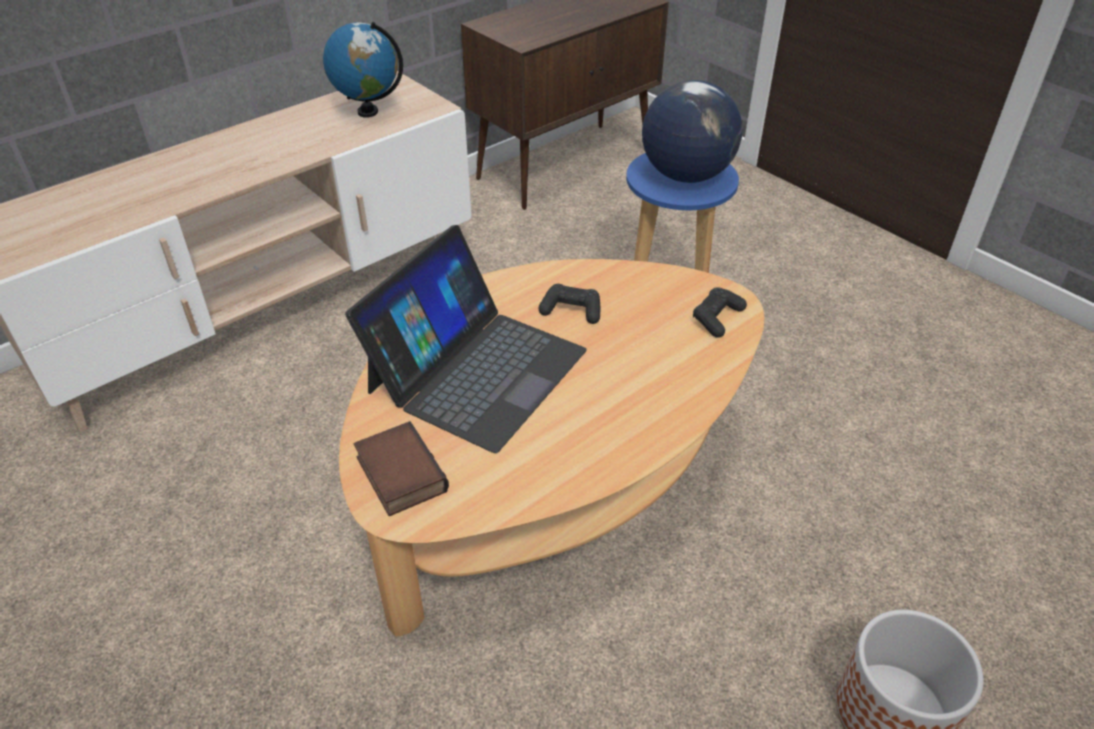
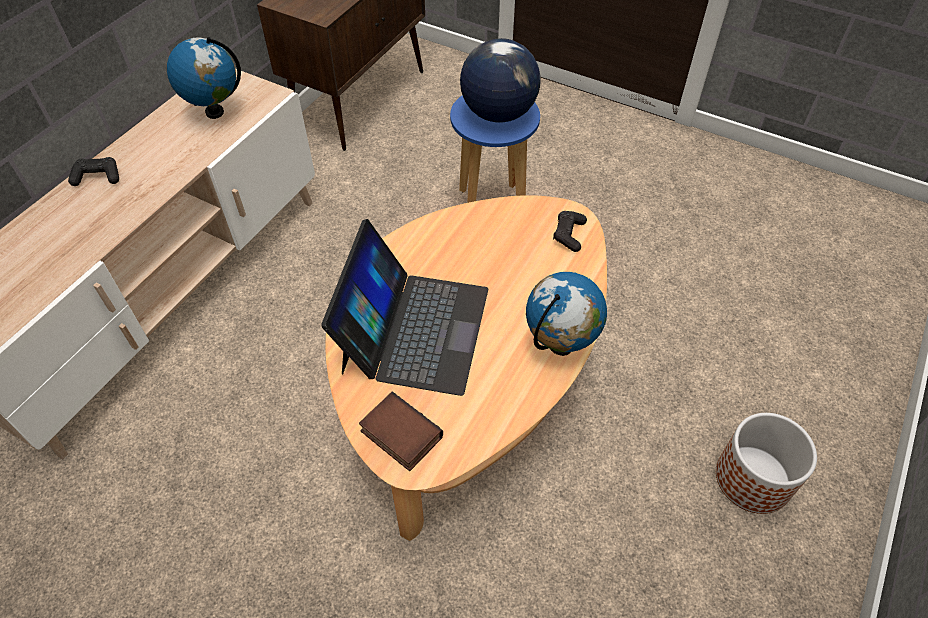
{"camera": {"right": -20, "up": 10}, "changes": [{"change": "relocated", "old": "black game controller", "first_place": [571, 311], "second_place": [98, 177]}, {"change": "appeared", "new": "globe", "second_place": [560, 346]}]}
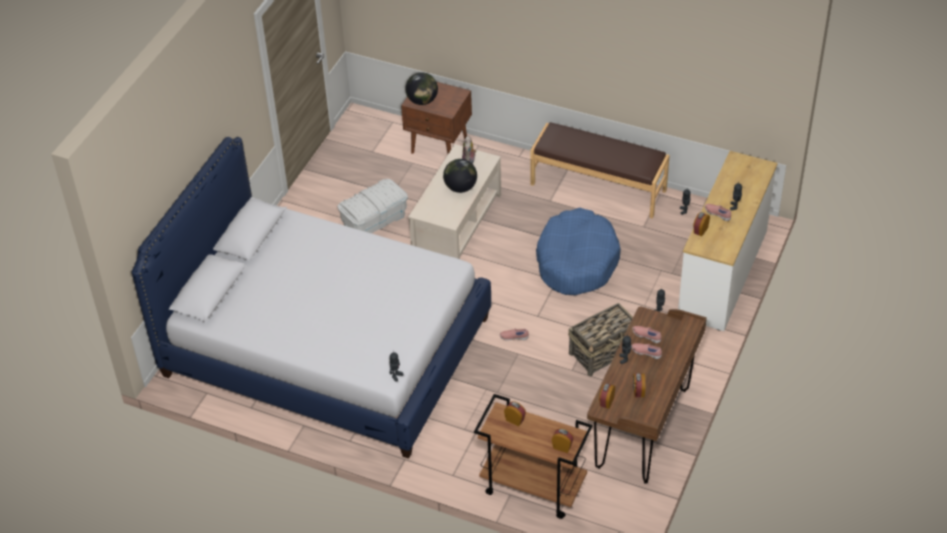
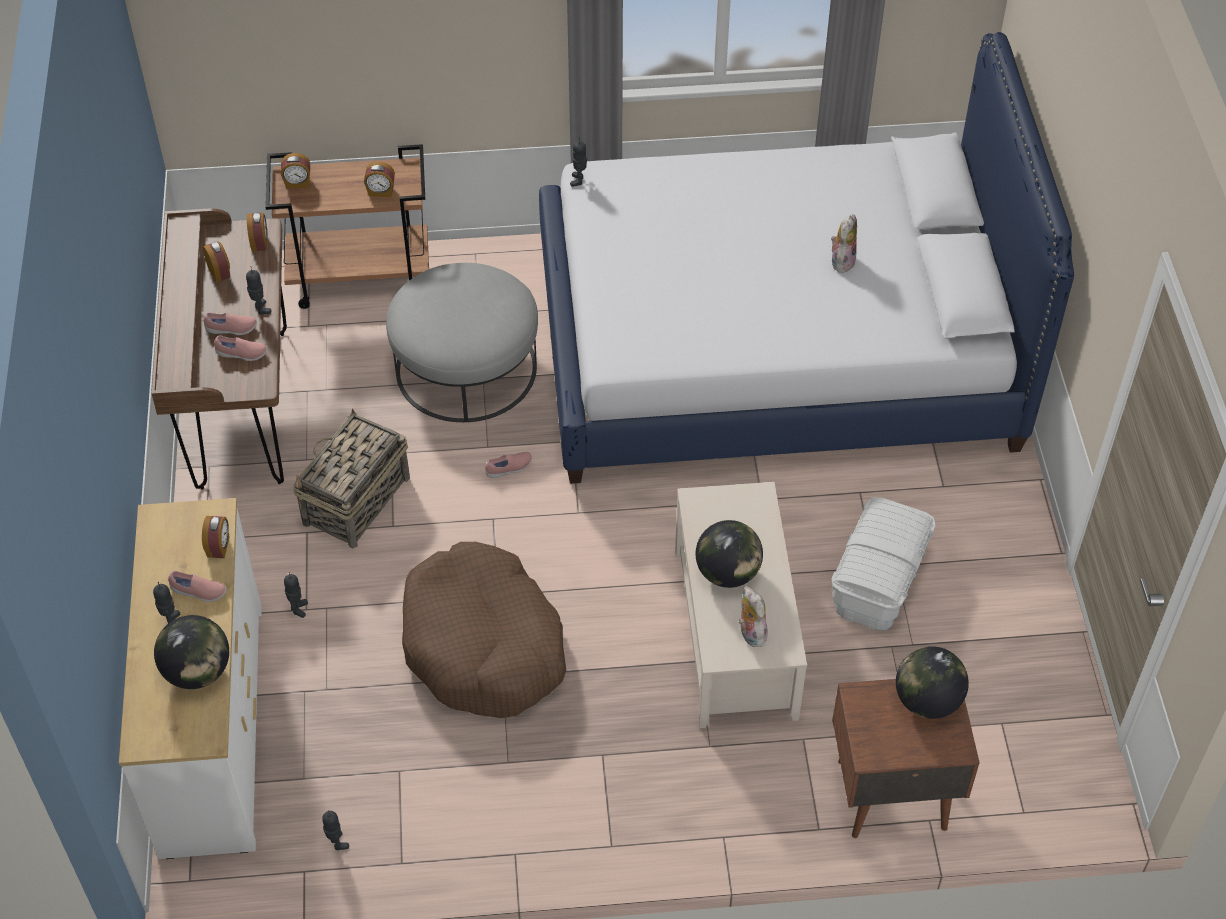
{"camera": {"right": 150, "up": 5}, "changes": [{"change": "missing", "old": "brown bench", "first_place": [598, 187]}, {"change": "colour", "old": "blue dog bed", "new": "brown dog bed", "first_place": [576, 261], "second_place": [484, 645]}, {"change": "appeared", "new": "plush toy", "second_place": [842, 260]}, {"change": "appeared", "new": "grey ottoman", "second_place": [466, 368]}, {"change": "appeared", "new": "globe", "second_place": [197, 672]}]}
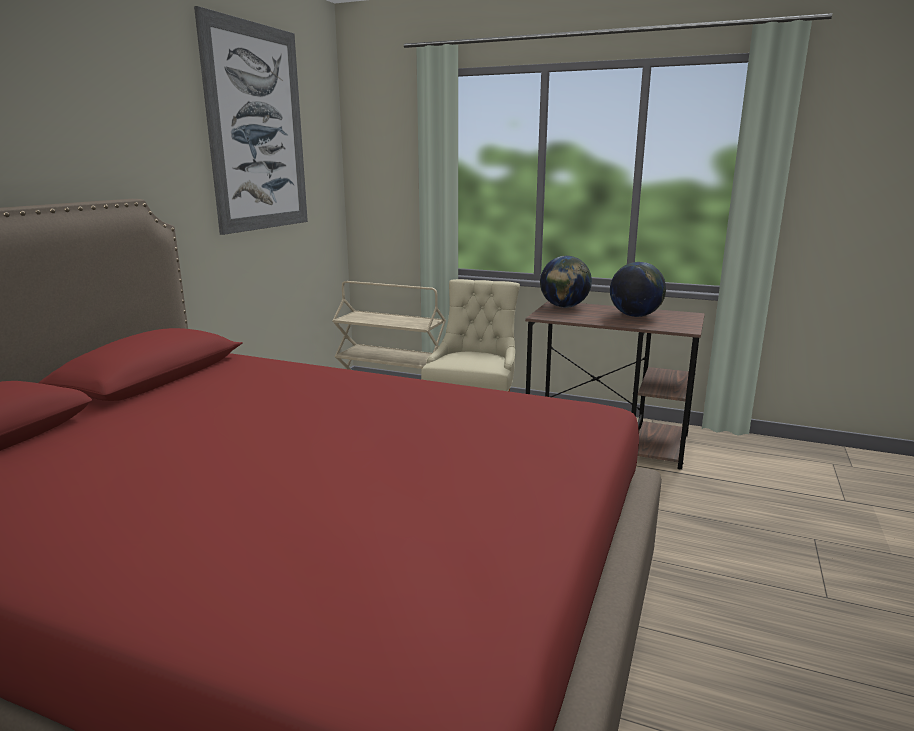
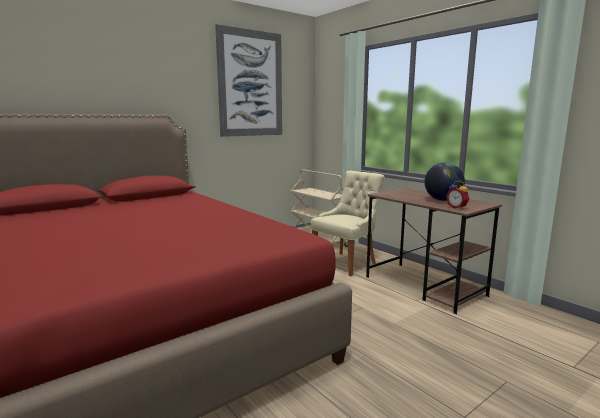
{"camera": {"right": 30, "up": -5}, "changes": [{"change": "missing", "old": "globe", "first_place": [564, 307]}, {"change": "appeared", "new": "alarm clock", "second_place": [457, 207]}]}
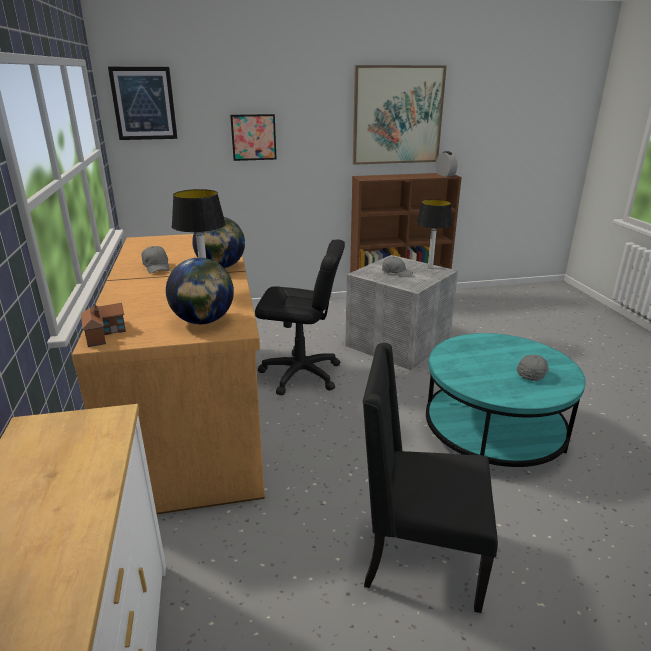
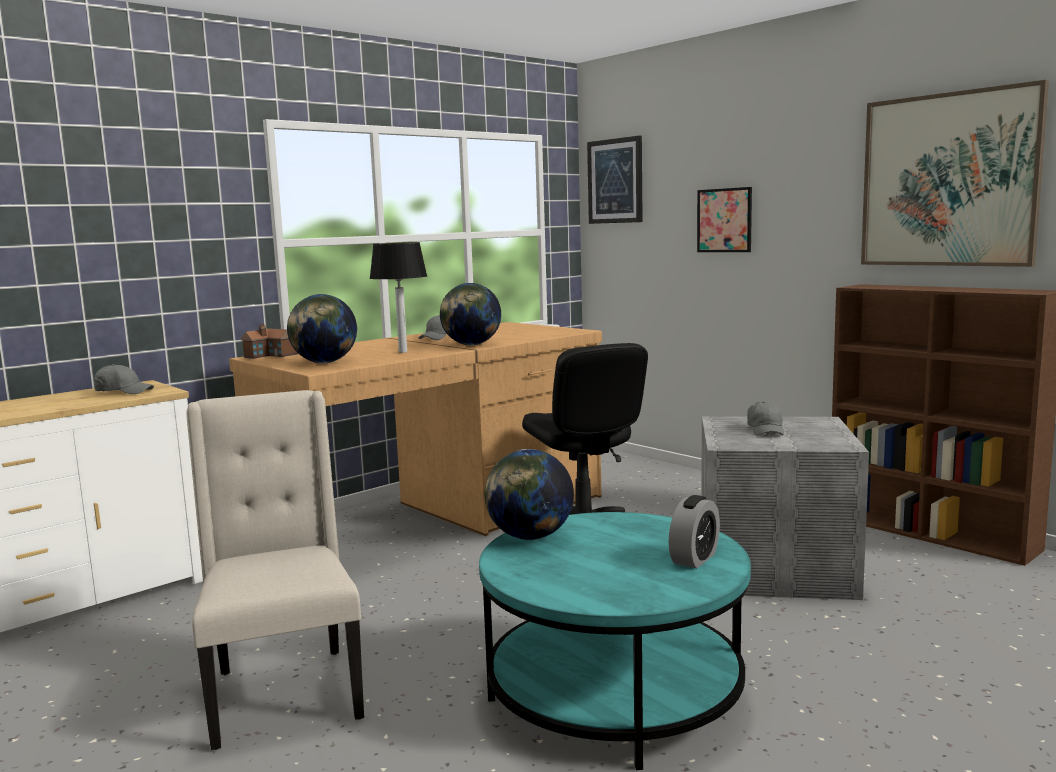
{"camera": {"right": 60, "up": -15}, "changes": [{"change": "relocated", "old": "alarm clock", "first_place": [445, 175], "second_place": [694, 558]}, {"change": "missing", "old": "table lamp", "first_place": [430, 268]}, {"change": "colour", "old": "black chair", "new": "beige chair", "first_place": [419, 558], "second_place": [284, 693]}, {"change": "relocated", "old": "grey cap", "first_place": [532, 373], "second_place": [124, 392]}, {"change": "appeared", "new": "globe", "second_place": [530, 537]}]}
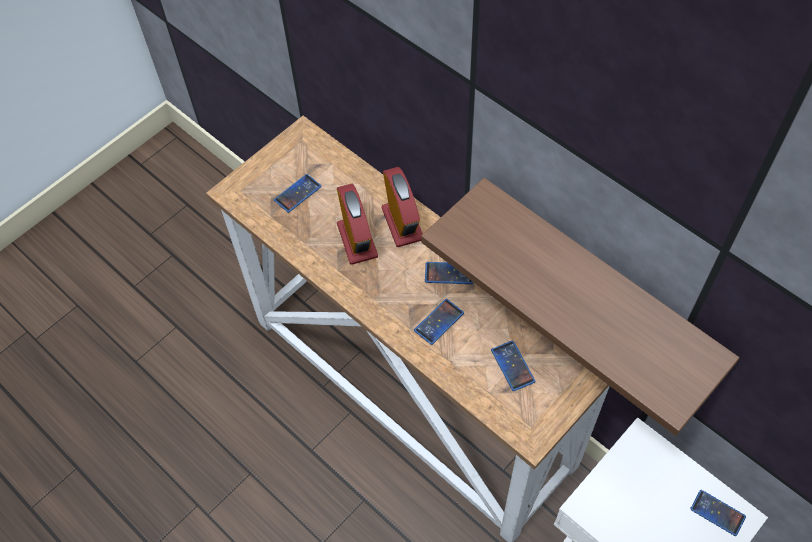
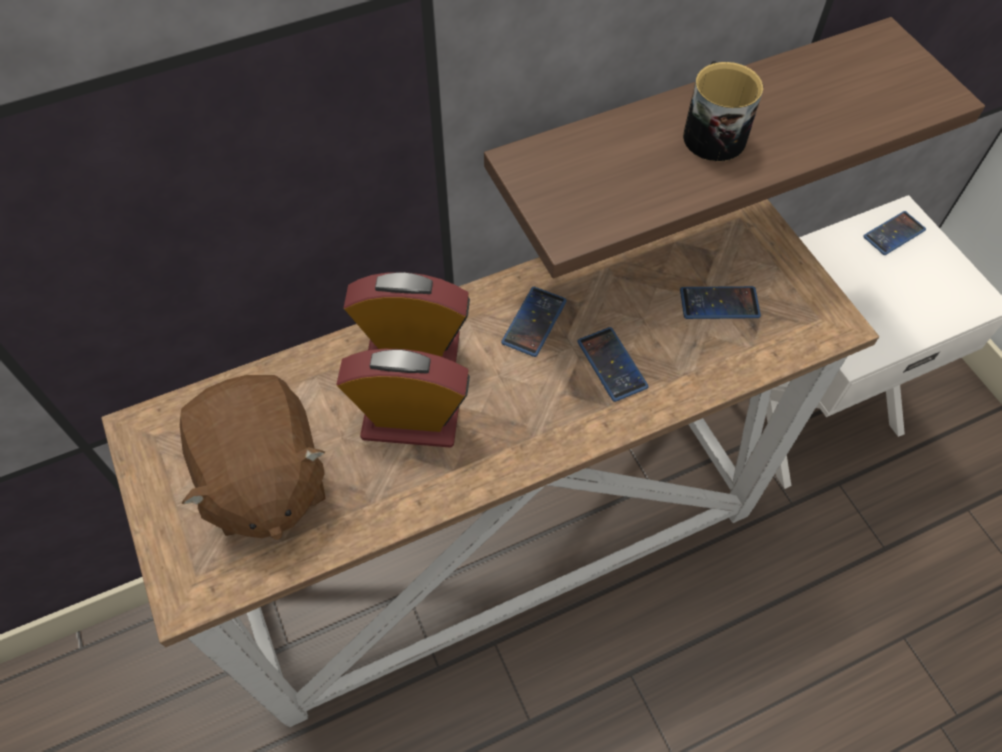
{"camera": {"right": -70, "up": 0}, "changes": [{"change": "exchanged", "old": "phone", "new": "brown plush toy", "first_place": [298, 193], "second_place": [263, 480]}, {"change": "appeared", "new": "mug", "second_place": [712, 132]}]}
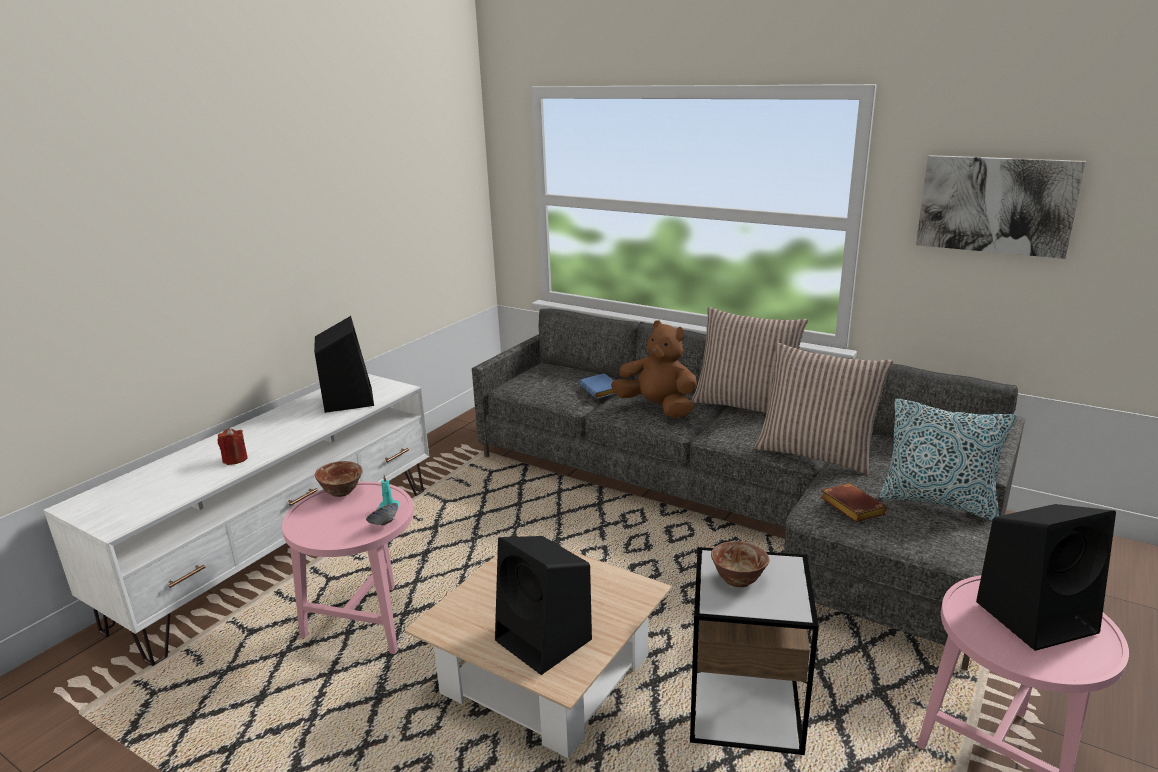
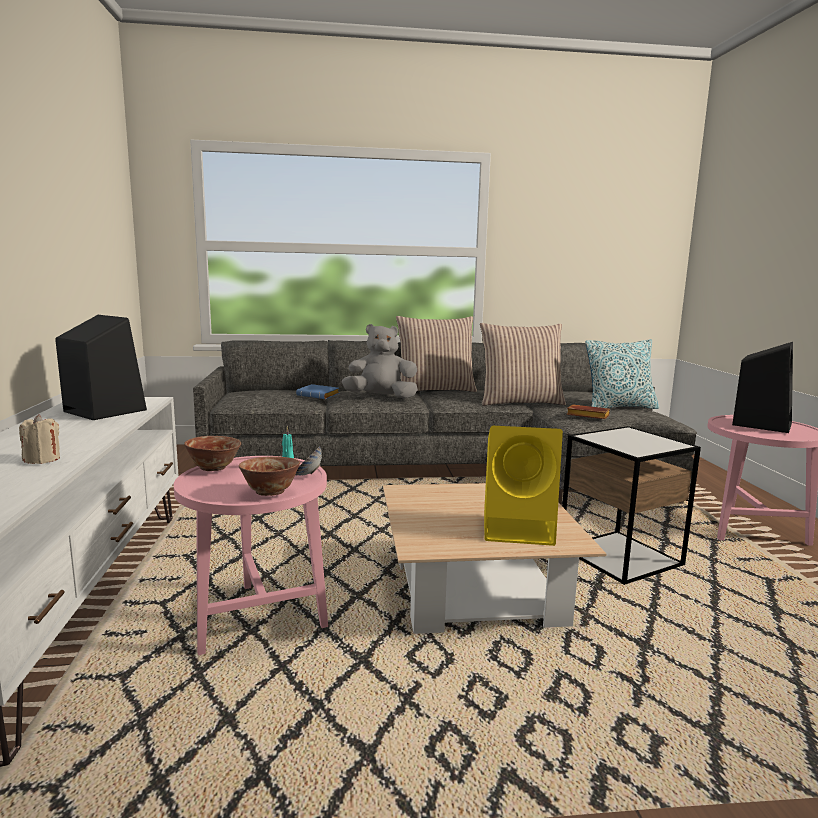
{"camera": {"right": -40, "up": -10}, "changes": [{"change": "missing", "old": "picture", "first_place": [996, 205]}, {"change": "colour", "old": "brown plush toy", "new": "grey plush toy", "first_place": [657, 408], "second_place": [381, 397]}, {"change": "colour", "old": "red candle", "new": "beige candle", "first_place": [235, 459], "second_place": [42, 459]}, {"change": "colour", "old": "black speaker", "new": "yellow speaker", "first_place": [545, 641], "second_place": [520, 529]}, {"change": "relocated", "old": "bowl", "first_place": [738, 580], "second_place": [270, 492]}]}
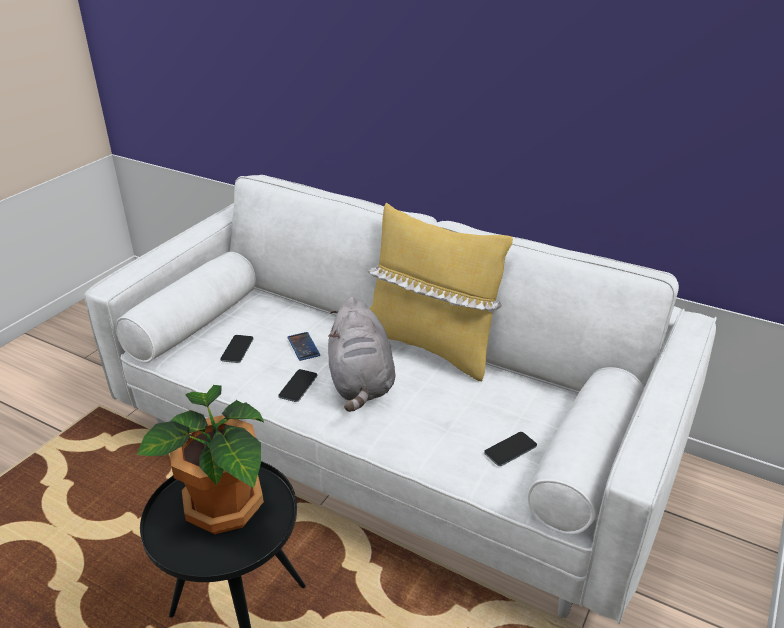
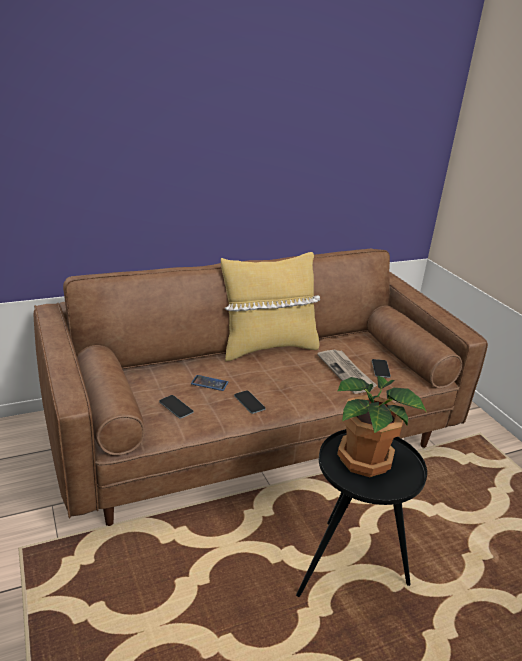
{"camera": {"right": -55, "up": -5}, "changes": [{"change": "colour", "old": "white sofa", "new": "brown sofa", "first_place": [391, 445], "second_place": [252, 432]}, {"change": "missing", "old": "grey plush toy", "first_place": [361, 382]}, {"change": "appeared", "new": "newspaper", "second_place": [346, 372]}]}
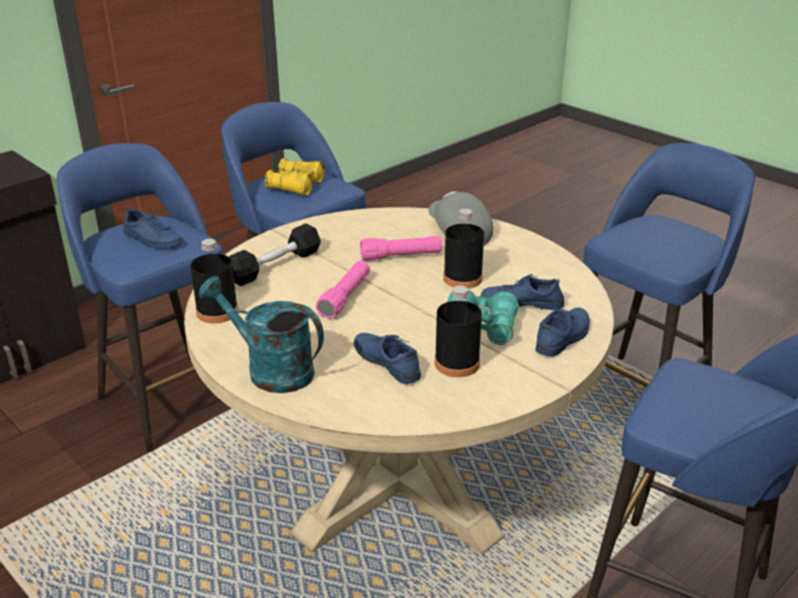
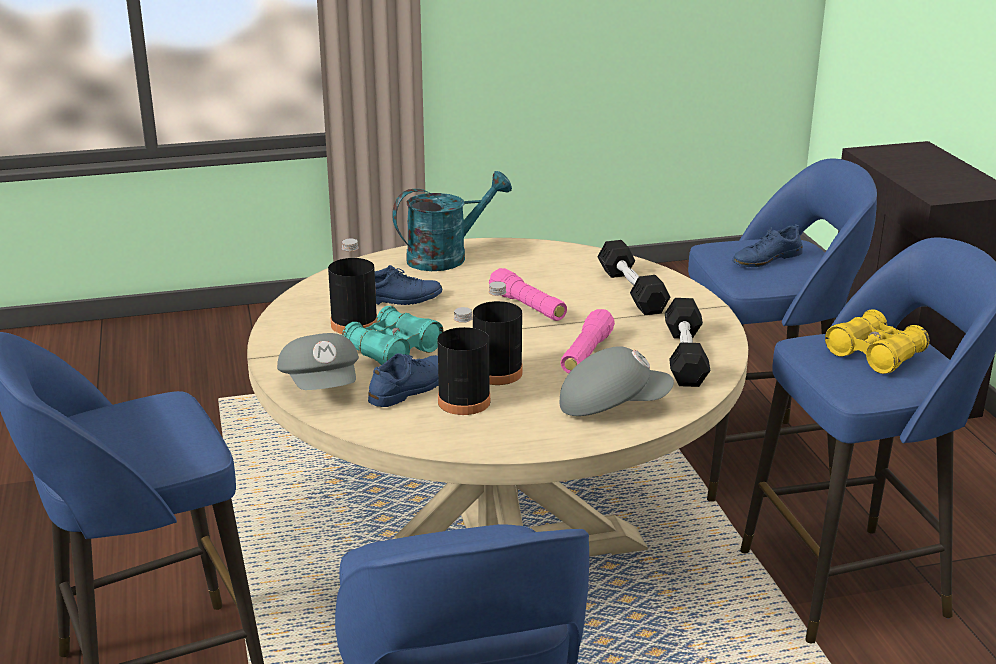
{"camera": {"right": 120, "up": -5}, "changes": [{"change": "relocated", "old": "black bottle", "first_place": [217, 312], "second_place": [464, 401]}, {"change": "exchanged", "old": "blue shoe", "new": "grey cap", "first_place": [563, 337], "second_place": [322, 386]}, {"change": "appeared", "new": "black dumbbell", "second_place": [685, 356]}]}
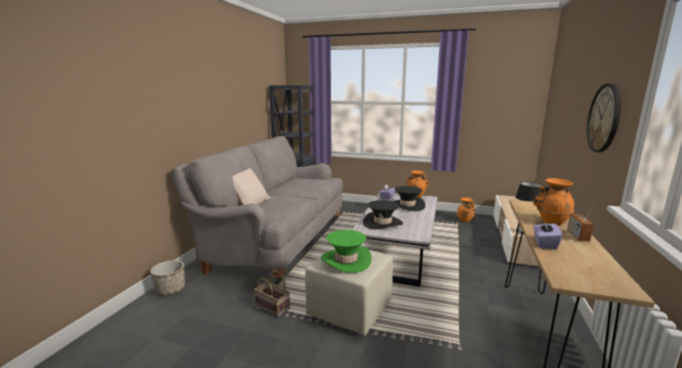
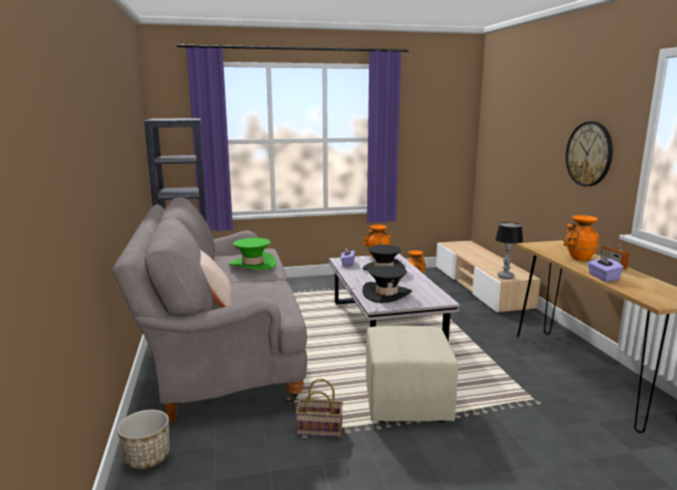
{"camera": {"right": -30, "up": 0}, "changes": [{"change": "relocated", "old": "green hat", "first_place": [346, 260], "second_place": [252, 264]}]}
